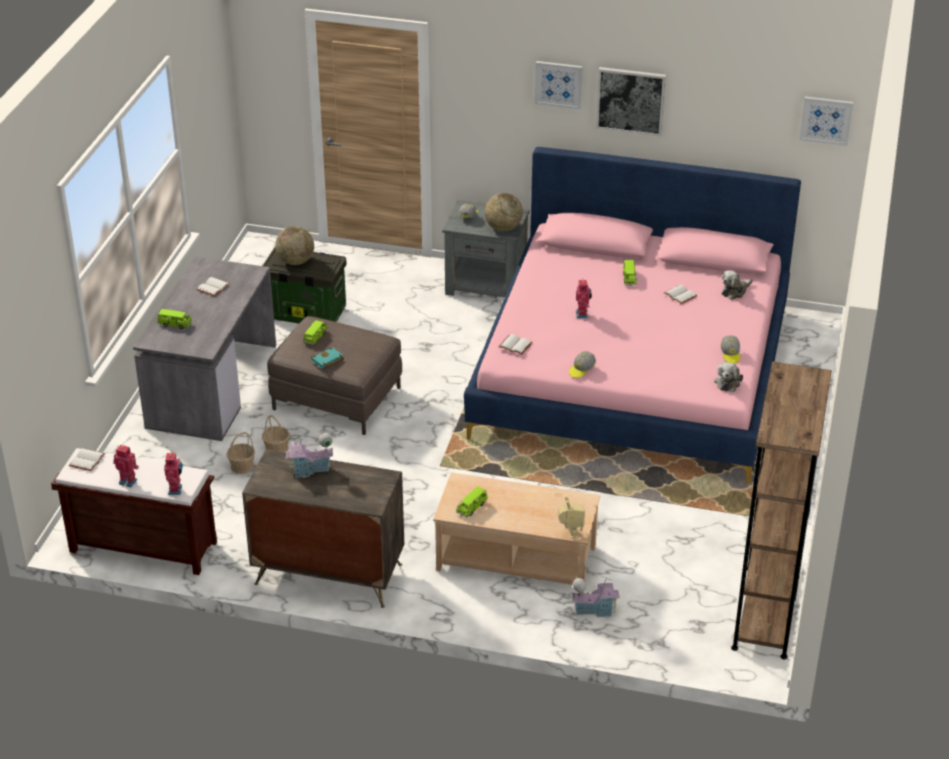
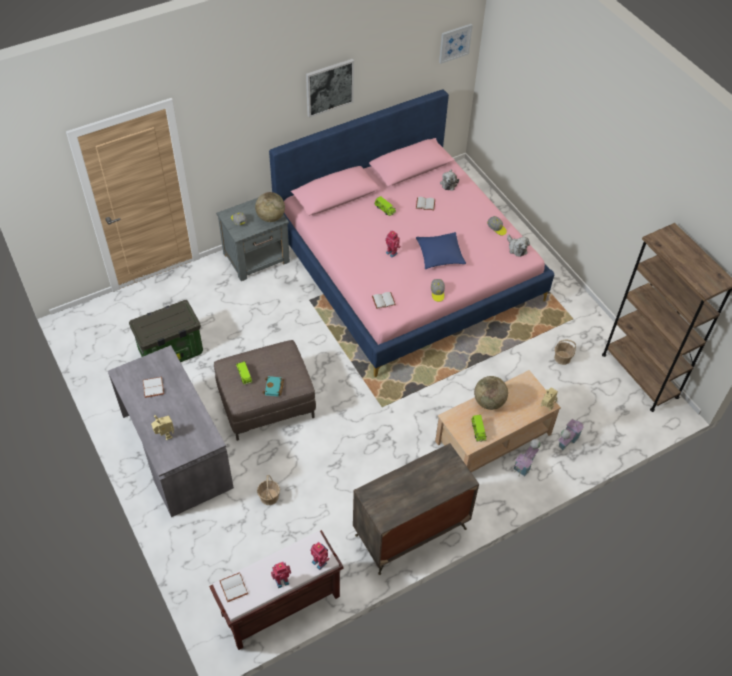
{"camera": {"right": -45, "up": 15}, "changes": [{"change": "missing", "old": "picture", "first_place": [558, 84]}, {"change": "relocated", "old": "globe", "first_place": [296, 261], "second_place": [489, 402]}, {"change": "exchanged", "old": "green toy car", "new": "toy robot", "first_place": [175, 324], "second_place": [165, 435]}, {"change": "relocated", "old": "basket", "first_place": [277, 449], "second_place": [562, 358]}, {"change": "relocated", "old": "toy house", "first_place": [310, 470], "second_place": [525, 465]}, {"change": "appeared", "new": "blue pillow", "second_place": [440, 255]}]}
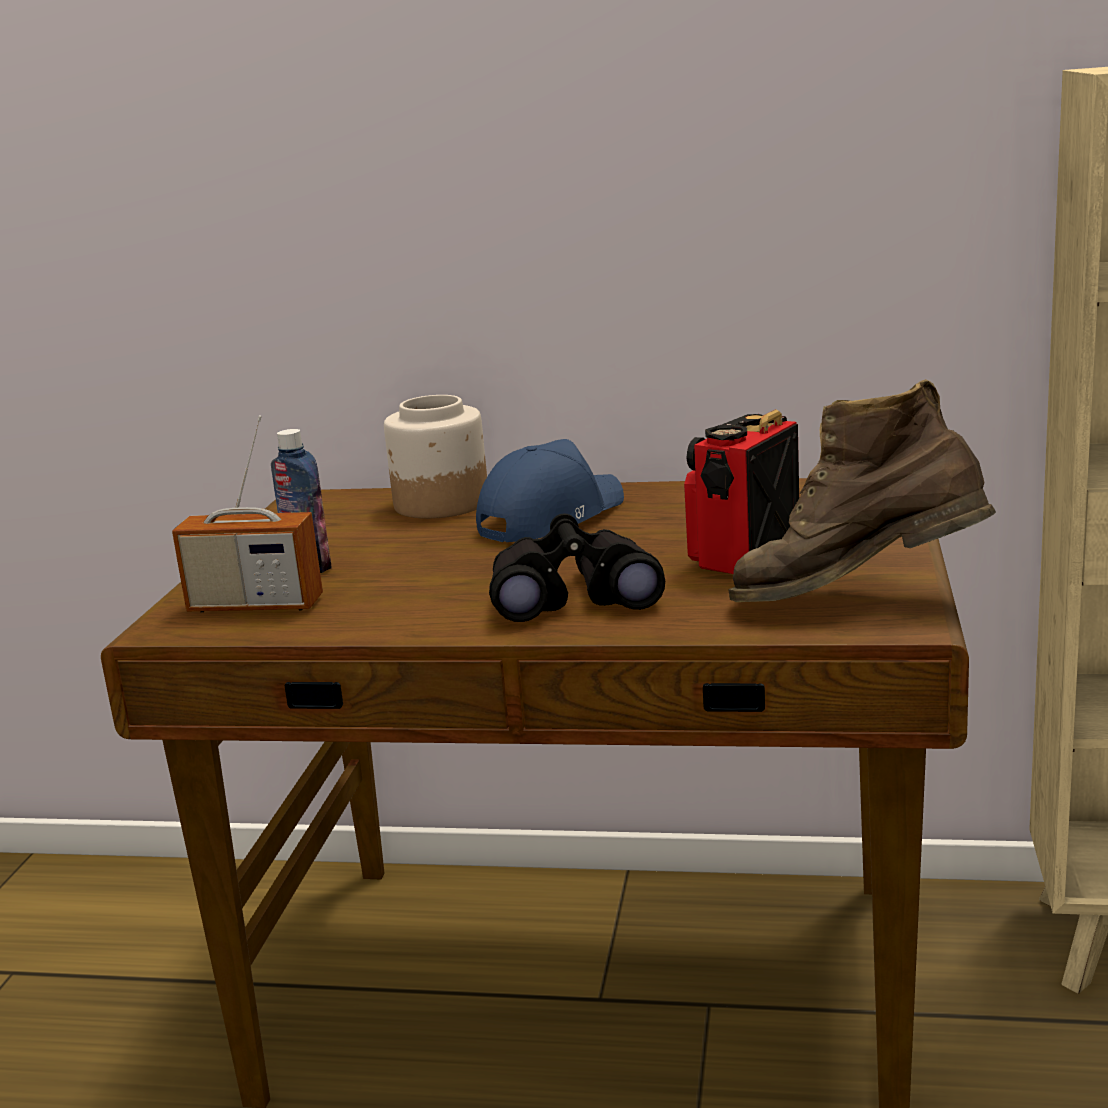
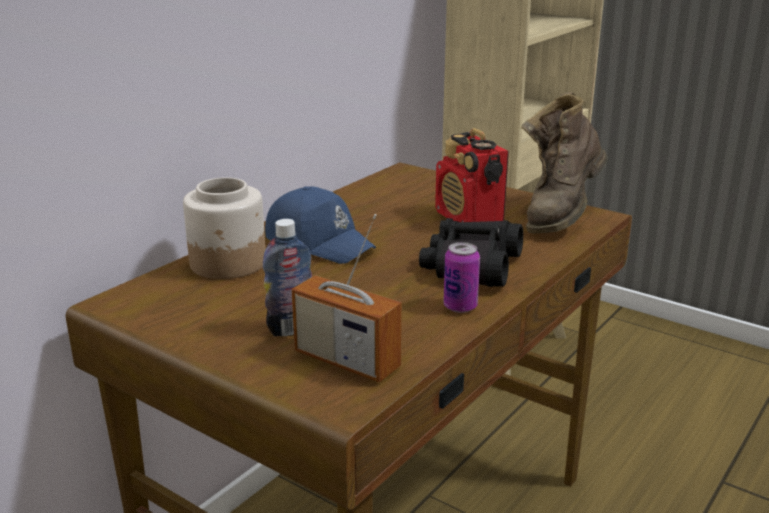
{"camera": {"right": -65, "up": 5}, "changes": [{"change": "spun", "old": "radio", "first_place": [255, 605], "second_place": [346, 361], "degrees": 90}, {"change": "spun", "old": "blue cap", "first_place": [549, 517], "second_place": [319, 242], "degrees": 150}, {"change": "appeared", "new": "can", "second_place": [460, 306]}]}
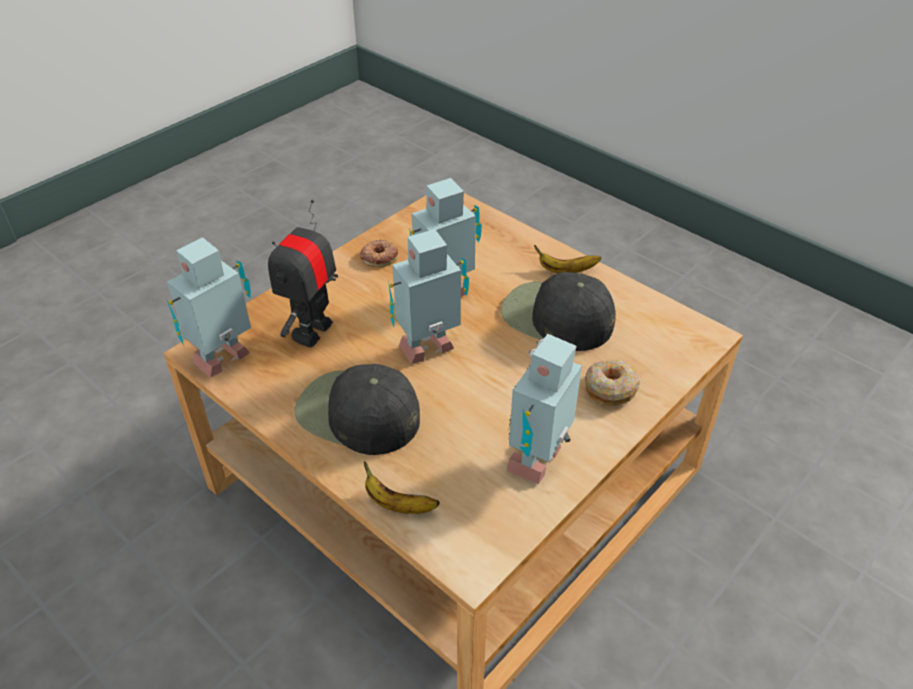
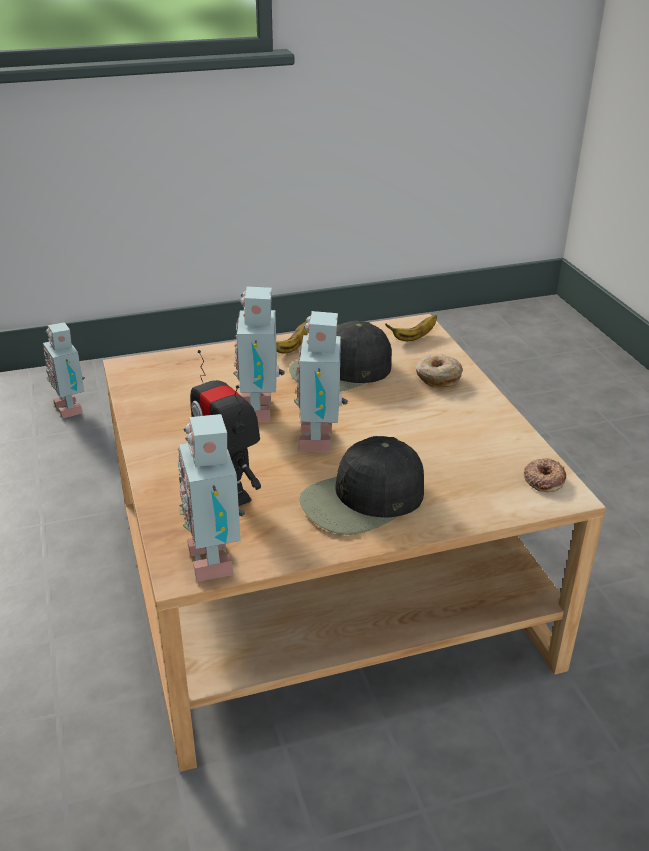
{"camera": {"right": -60, "up": -10}, "changes": [{"change": "relocated", "old": "donut", "first_place": [379, 256], "second_place": [543, 479]}, {"change": "relocated", "old": "toy robot", "first_place": [540, 460], "second_place": [71, 407]}, {"change": "relocated", "old": "banana", "first_place": [397, 504], "second_place": [414, 337]}]}
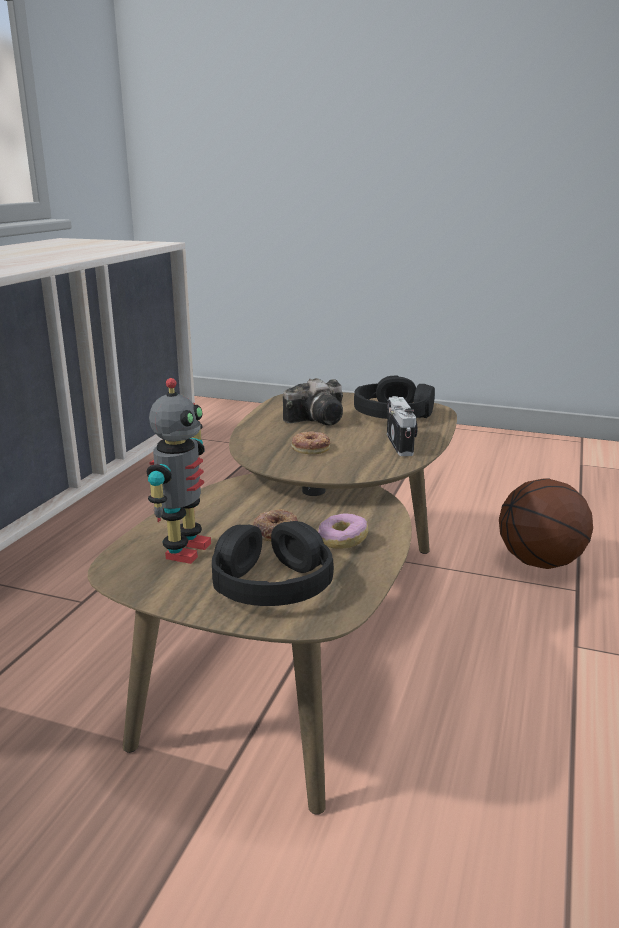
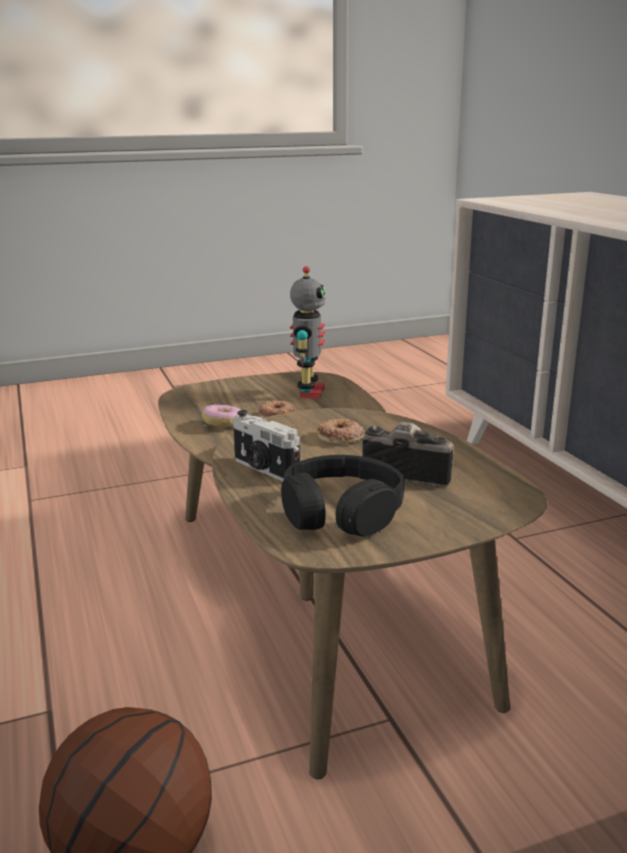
{"camera": {"right": 140, "up": 0}, "changes": [{"change": "spun", "old": "toy robot", "first_place": [184, 550], "second_place": [309, 392], "degrees": -150}, {"change": "spun", "old": "photo camera", "first_place": [320, 419], "second_place": [404, 472], "degrees": 90}, {"change": "missing", "old": "black headphones", "first_place": [272, 584]}]}
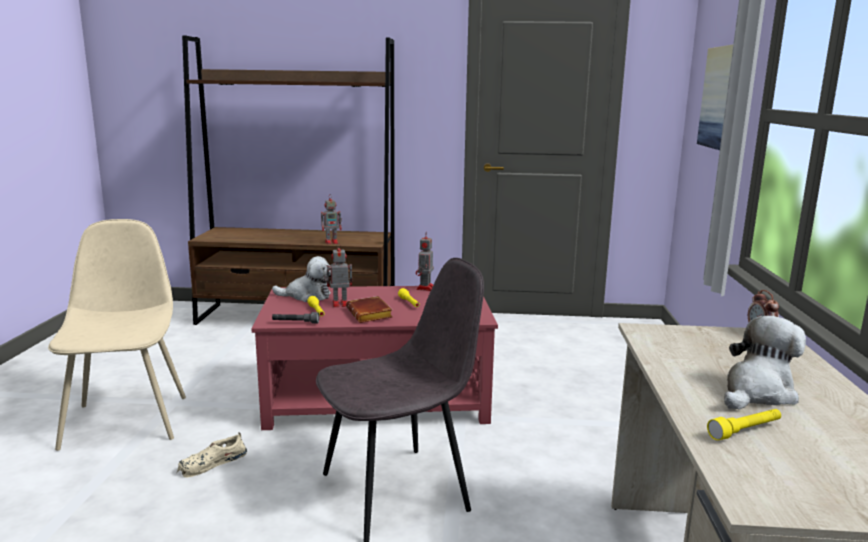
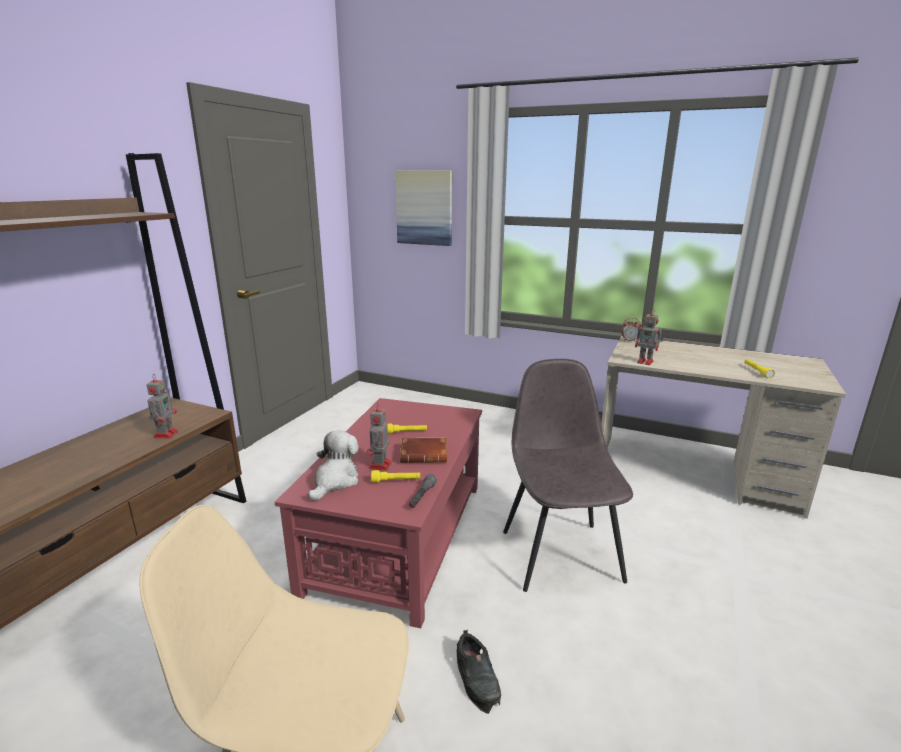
{"camera": {"right": -70, "up": 5}, "changes": [{"change": "relocated", "old": "toy robot", "first_place": [425, 288], "second_place": [646, 362]}, {"change": "missing", "old": "plush toy", "first_place": [757, 393]}, {"change": "colour", "old": "beige shoe", "new": "black shoe", "first_place": [212, 463], "second_place": [477, 677]}]}
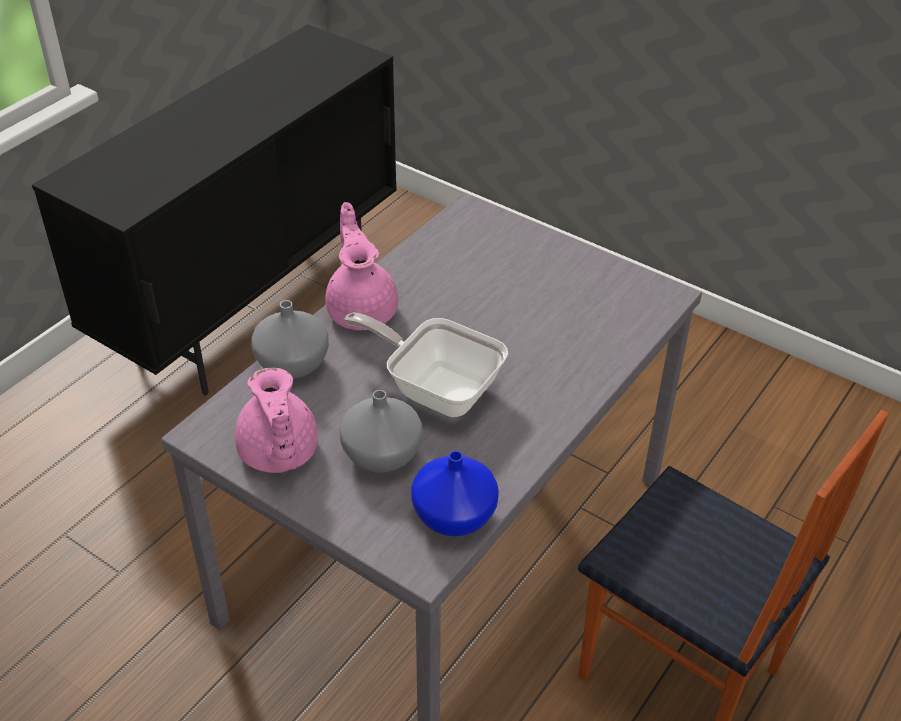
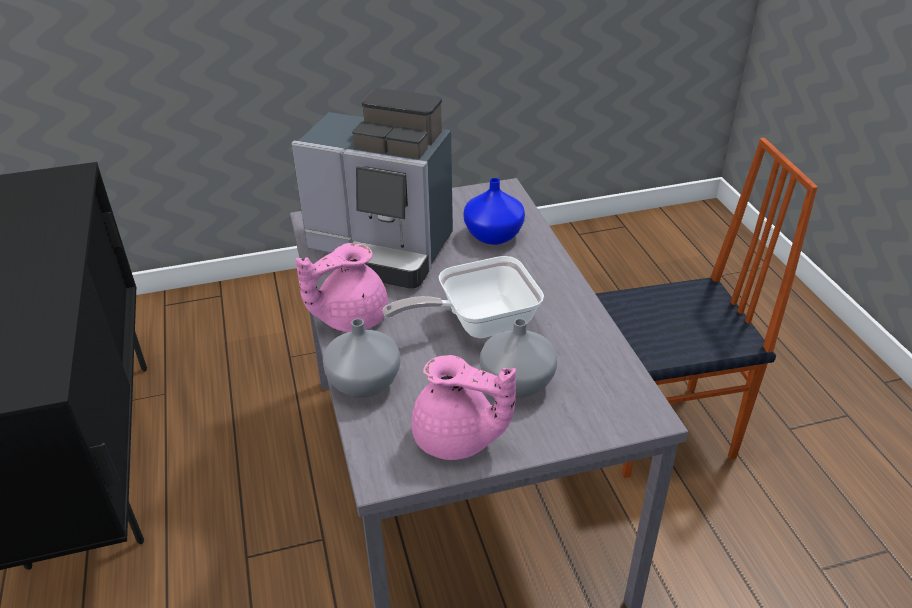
{"camera": {"right": -50, "up": -5}, "changes": [{"change": "spun", "old": "pink teapot", "first_place": [362, 309], "second_place": [349, 317], "degrees": -60}, {"change": "relocated", "old": "blue vase", "first_place": [455, 517], "second_place": [495, 235]}, {"change": "appeared", "new": "coffee machine", "second_place": [383, 249]}]}
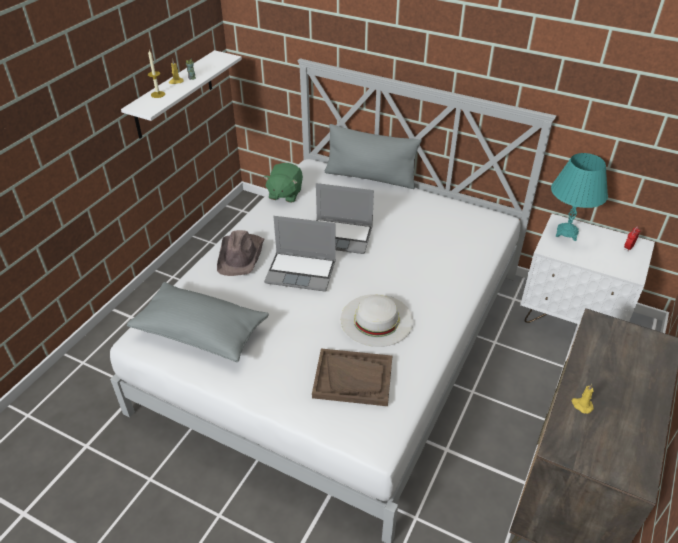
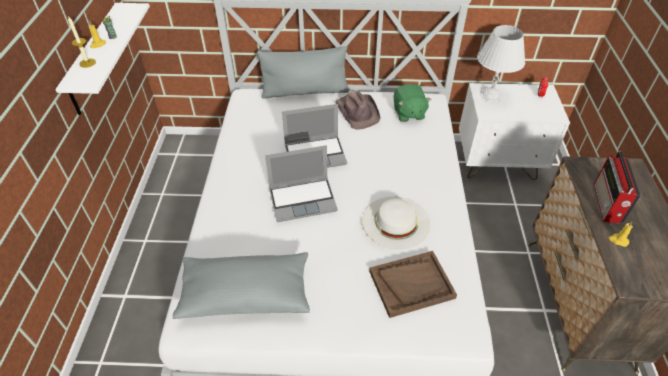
{"camera": {"right": -25, "up": 5}, "changes": [{"change": "colour", "old": "turquoise table lamp", "new": "white table lamp", "first_place": [567, 233], "second_place": [490, 96]}, {"change": "relocated", "old": "green plush toy", "first_place": [285, 194], "second_place": [408, 113]}, {"change": "relocated", "old": "brown hat", "first_place": [241, 255], "second_place": [357, 112]}, {"change": "appeared", "new": "radio", "second_place": [607, 204]}]}
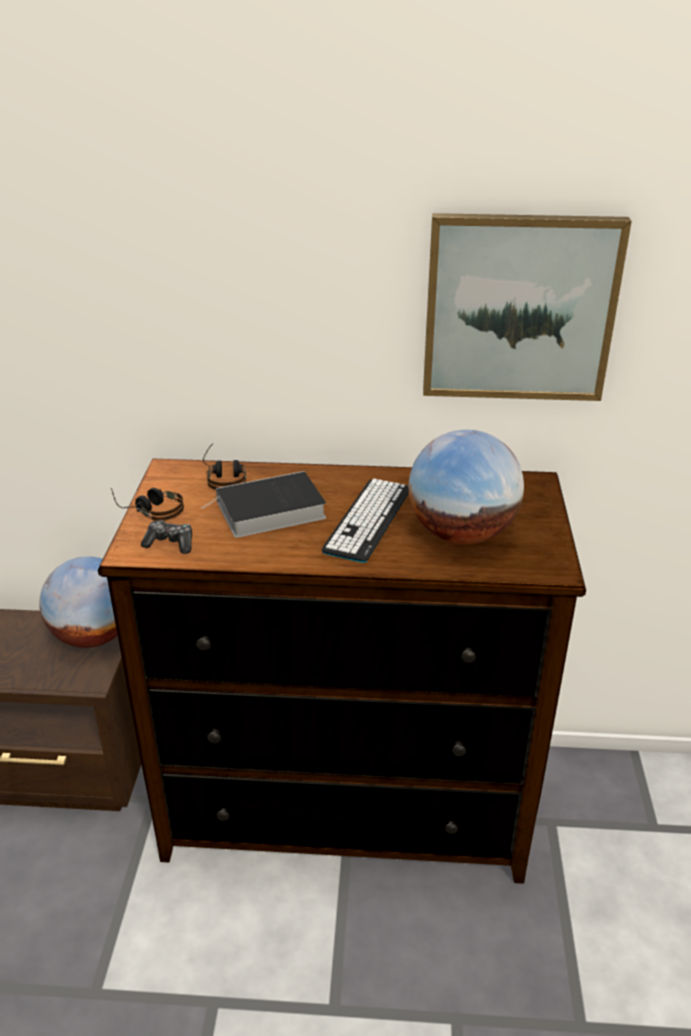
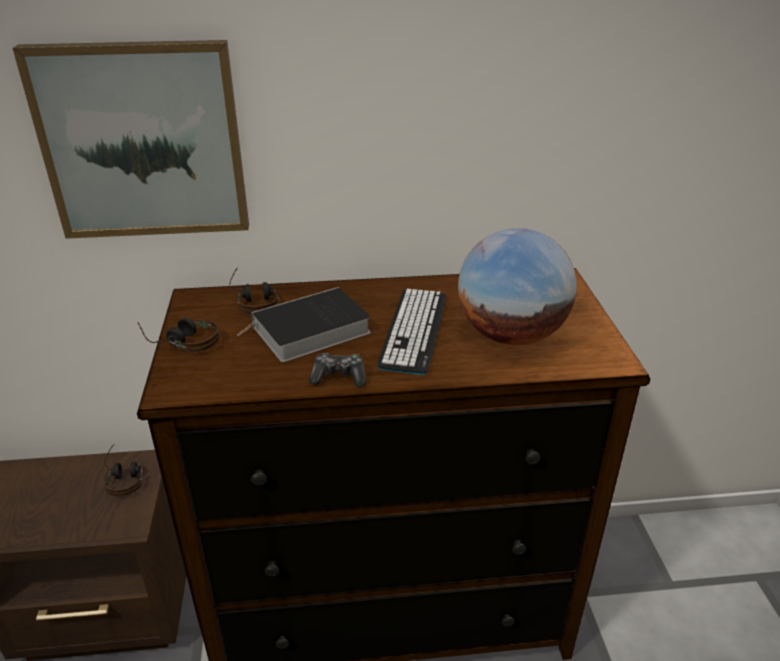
{"camera": {"right": -10, "up": 0}, "changes": [{"change": "relocated", "old": "picture", "first_place": [519, 308], "second_place": [143, 142]}, {"change": "relocated", "old": "game controller", "first_place": [170, 543], "second_place": [339, 377]}, {"change": "exchanged", "old": "globe", "new": "headphones", "first_place": [93, 636], "second_place": [124, 476]}]}
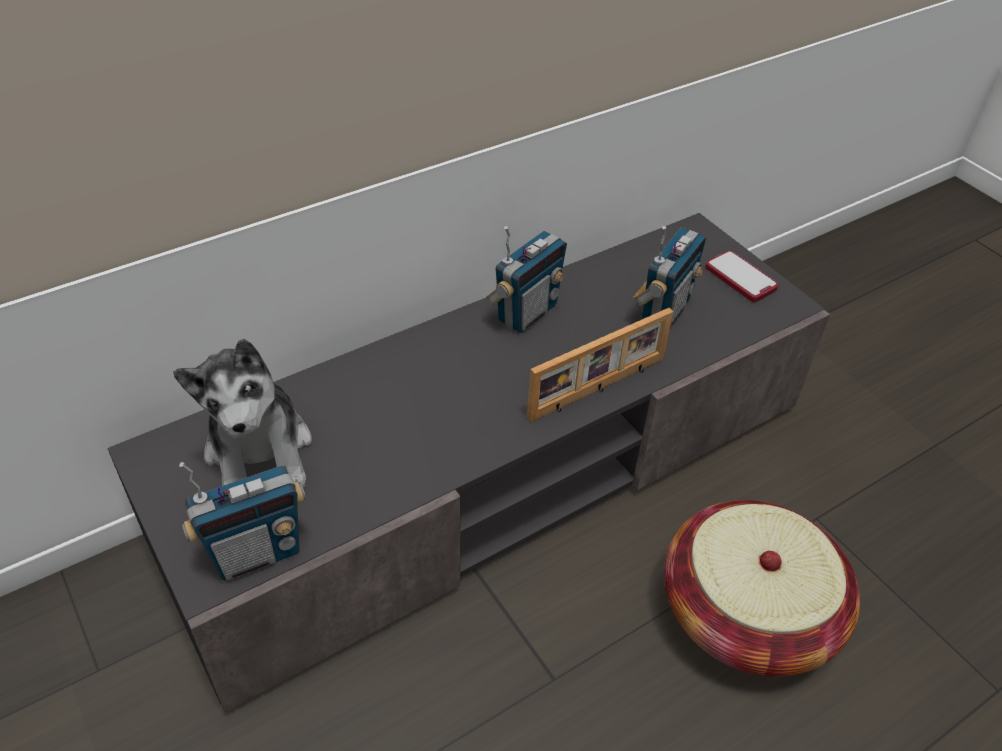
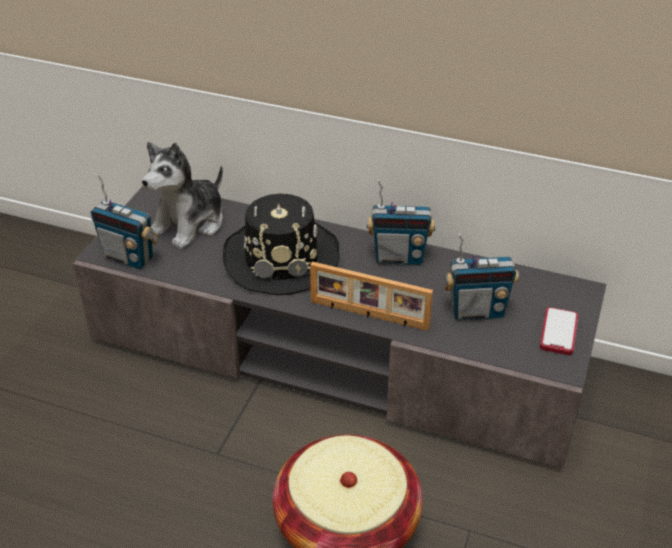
{"camera": {"right": 55, "up": -5}, "changes": [{"change": "appeared", "new": "black hat", "second_place": [282, 258]}]}
